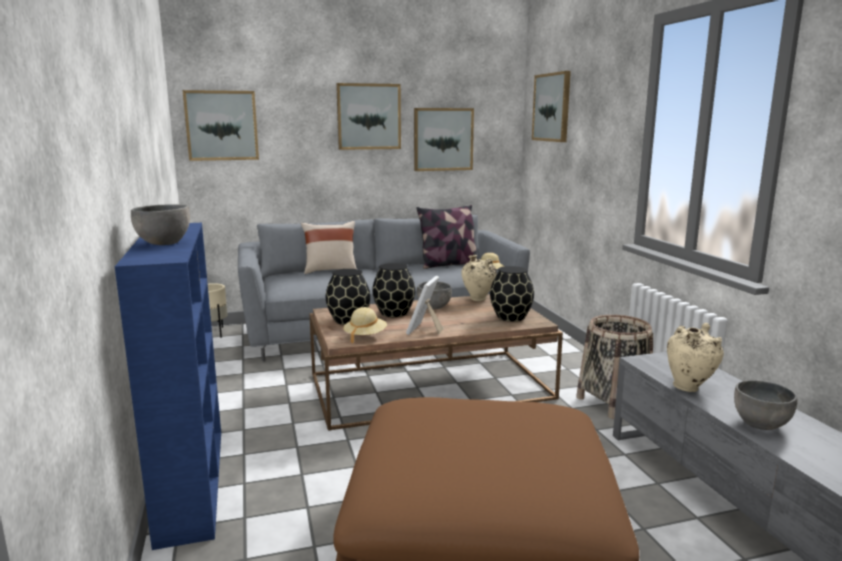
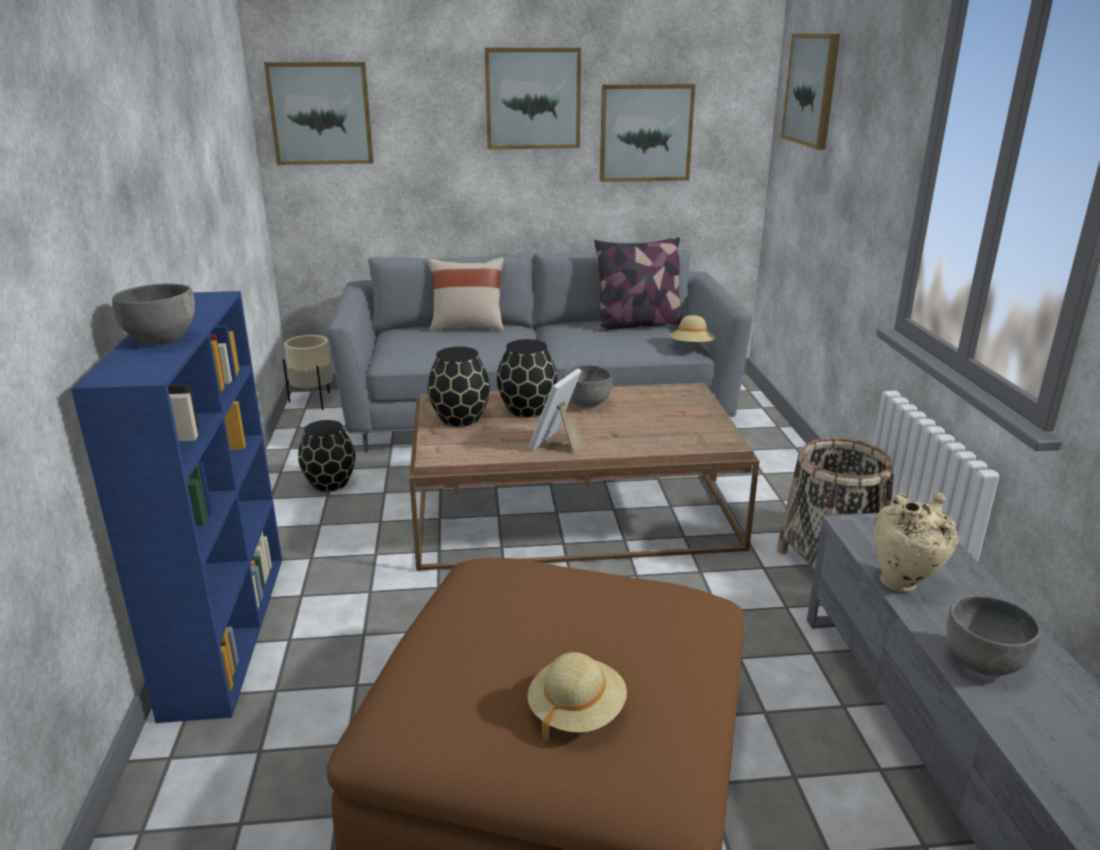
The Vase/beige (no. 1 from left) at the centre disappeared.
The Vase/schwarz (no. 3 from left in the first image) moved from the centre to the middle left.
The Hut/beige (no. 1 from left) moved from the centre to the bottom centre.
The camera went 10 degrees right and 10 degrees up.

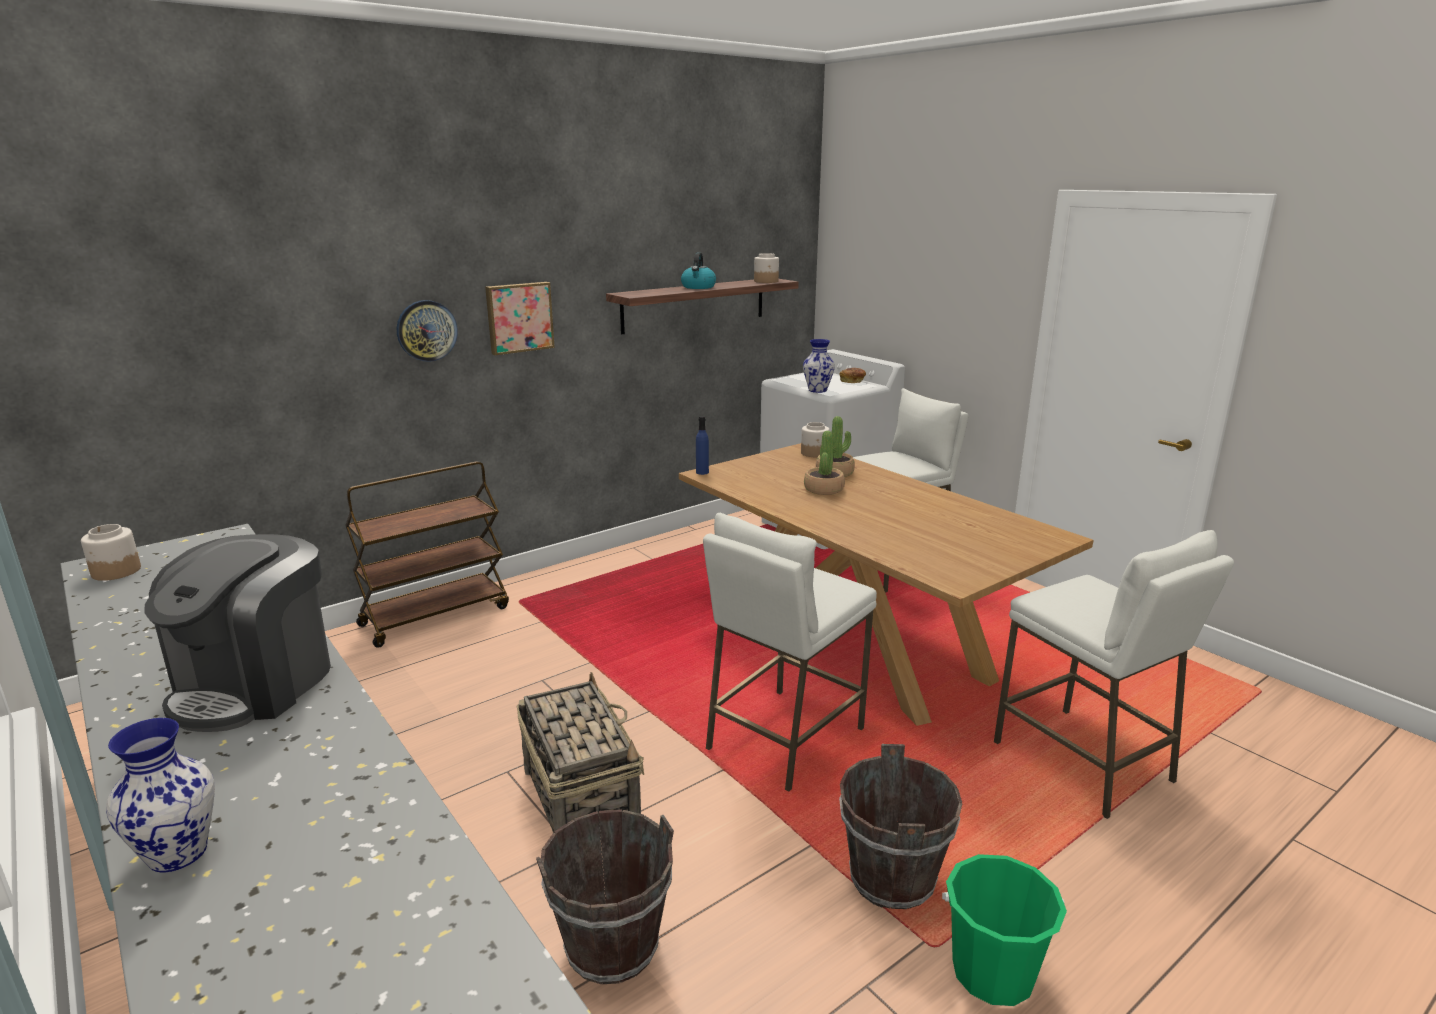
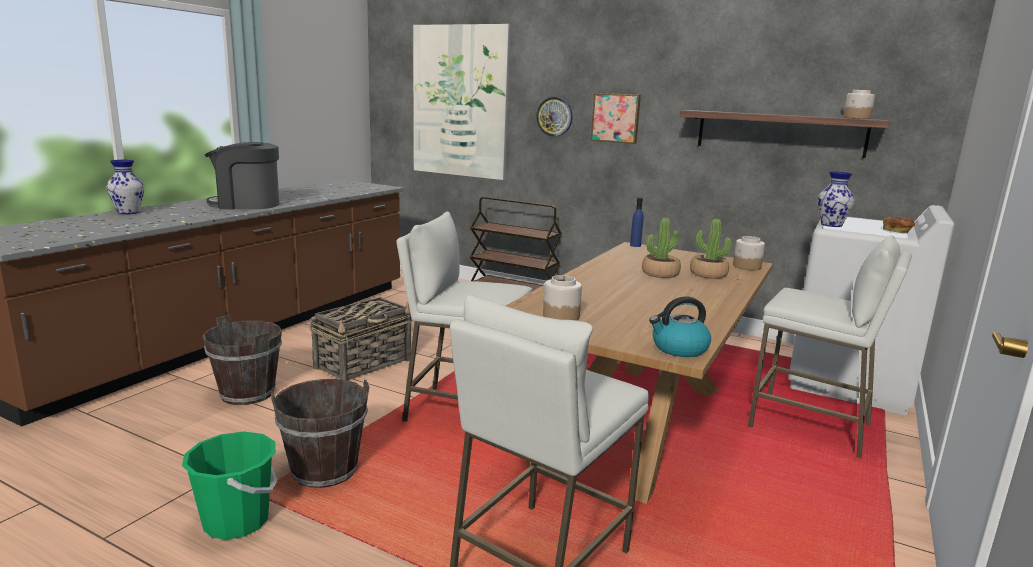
The Wasserkessel moved from the top centre to the centre.
The Vorratsglas (no. 1 from left) moved from the middle left to the centre.
The Bild (no. 1 from left) at the top centre appeared.
The camera went 65 degrees right and 5 degrees down.

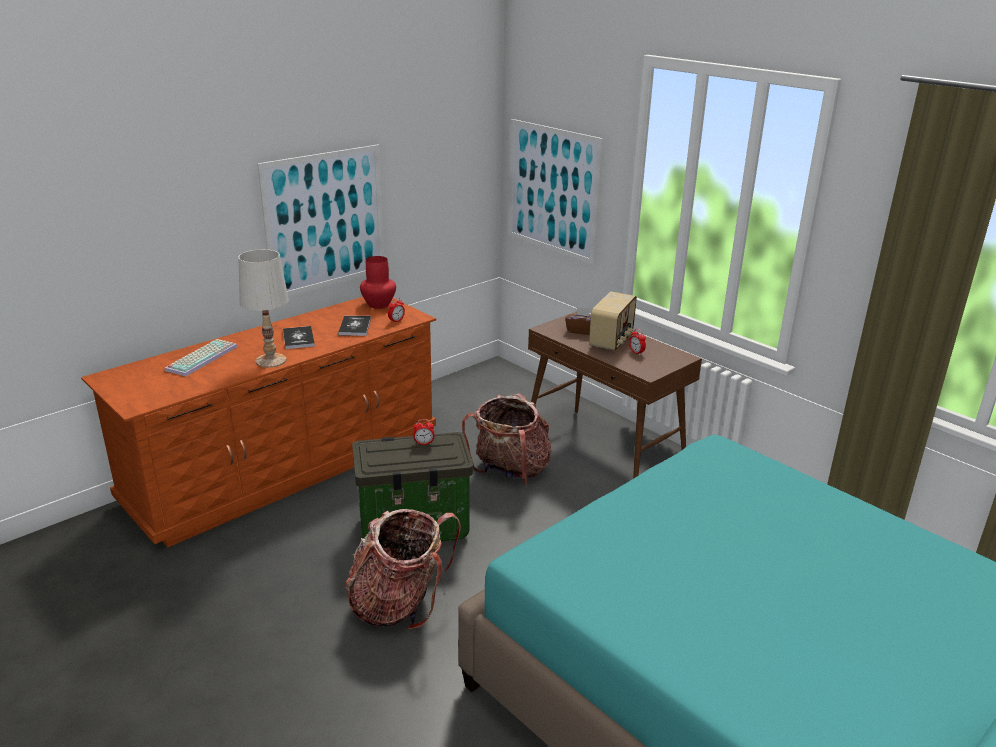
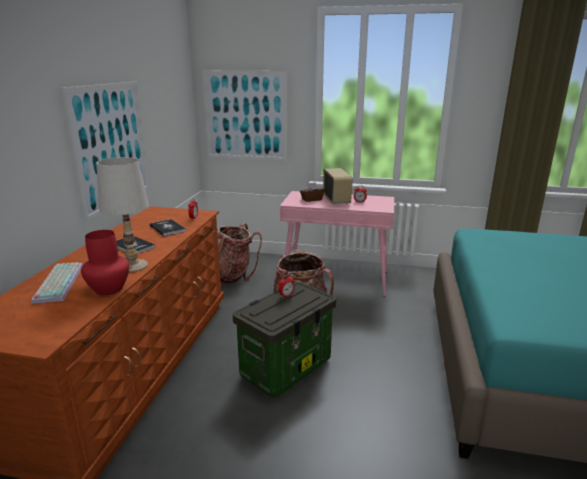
The Vase/rot moved from the centre to the middle left.
The Konsolentisch/braun at the centre became the Konsolentisch/rosa at the centre.
The Rucksack (no. 1 from left) moved from the bottom centre to the centre.
The camera went 35 degrees left and 5 degrees down.

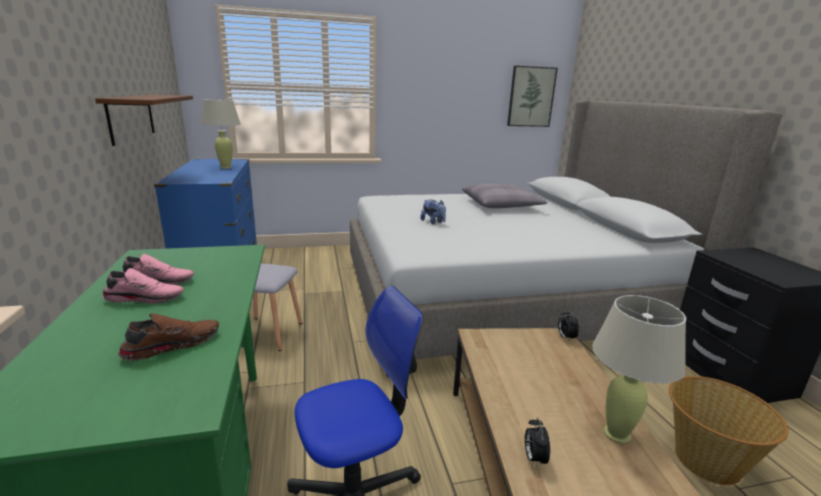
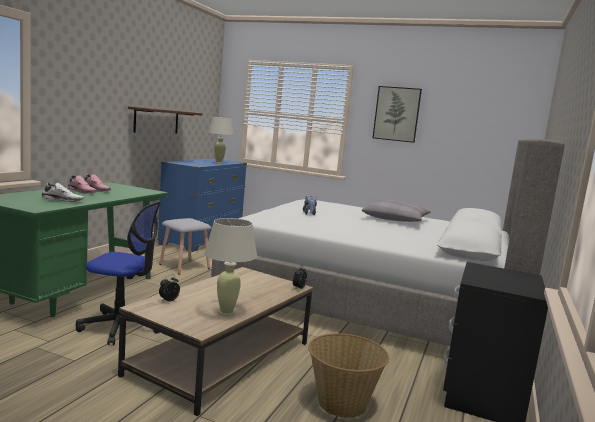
The Bild moved from the top centre to the top right.
The Schuh/braun at the bottom left became the Schuh/weiß at the middle left.
The camera went 35 degrees right and 10 degrees down.

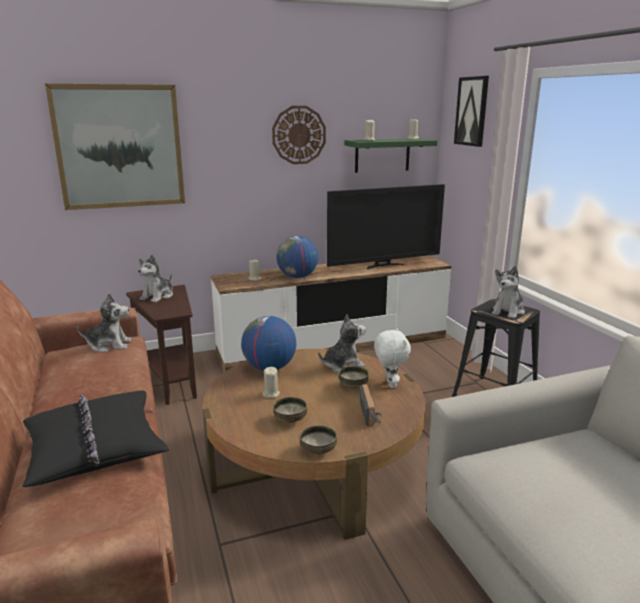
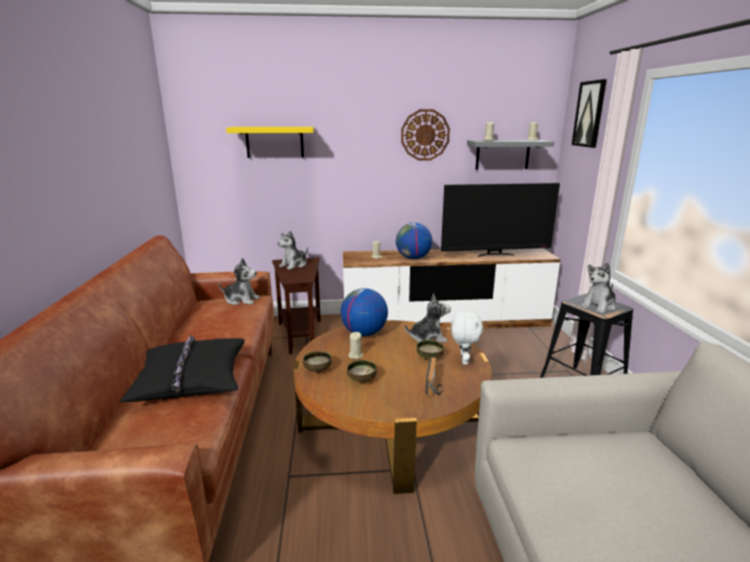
The Bild (no. 1 from left) at the top left was replaced by the Wandregal/gelb at the top centre.
The Wandregal/grün at the top centre became the Wandregal/grau at the top right.
The Schüssel (no. 2 from left in the first image) moved from the bottom centre to the centre.
The camera went 15 degrees right and 0 degrees up.

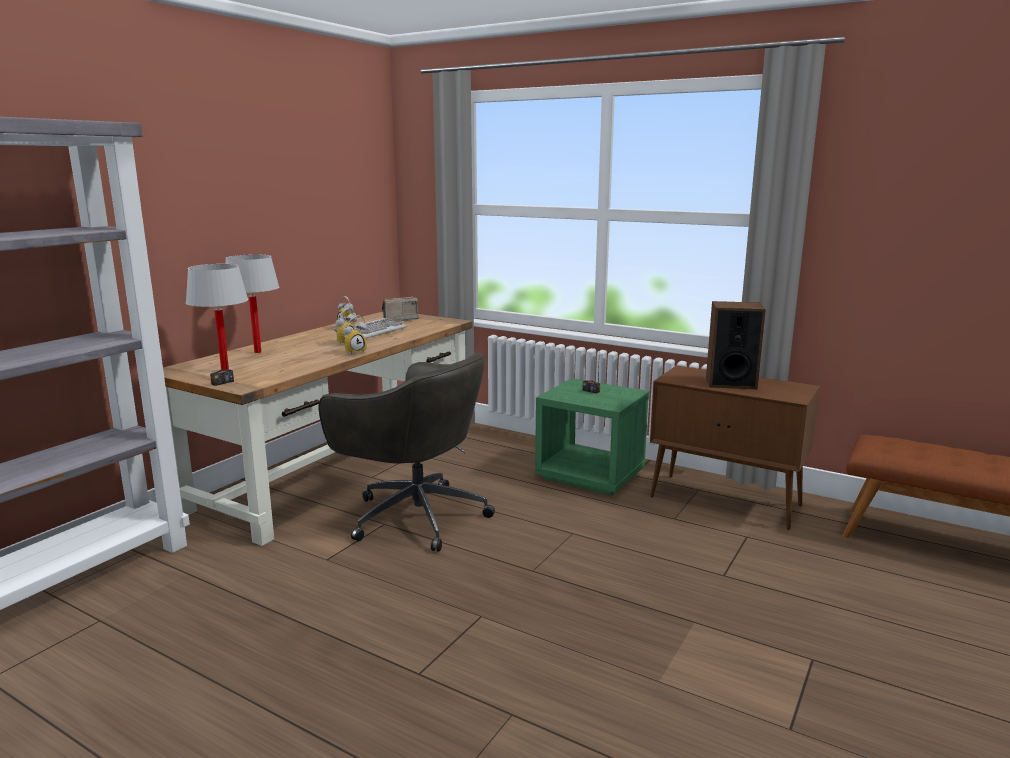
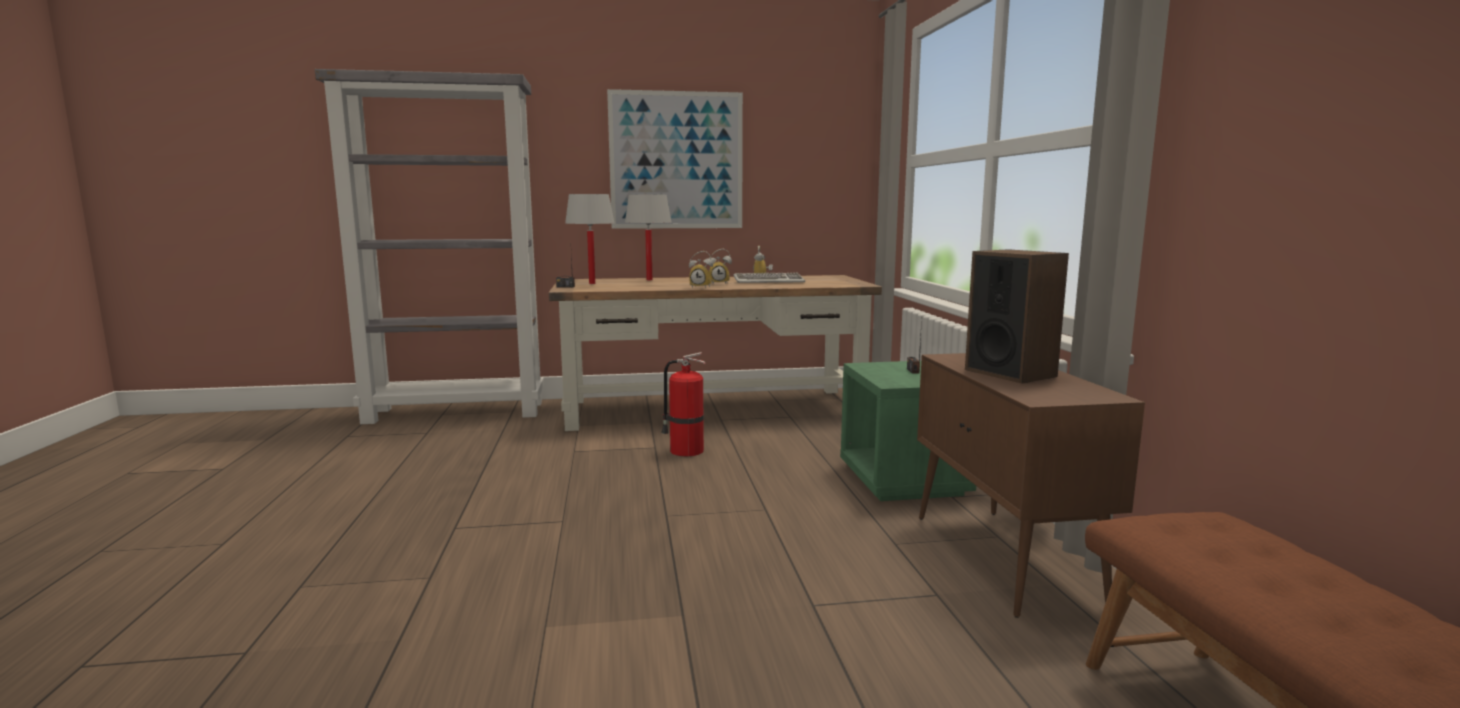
The Radio (no. 2 from left) at the centre disappeared.
The Bürostuhl/grau at the centre was replaced by the Feuerlöscher at the centre.
The Bild at the top centre appeared.
The camera went 50 degrees right and 5 degrees down.

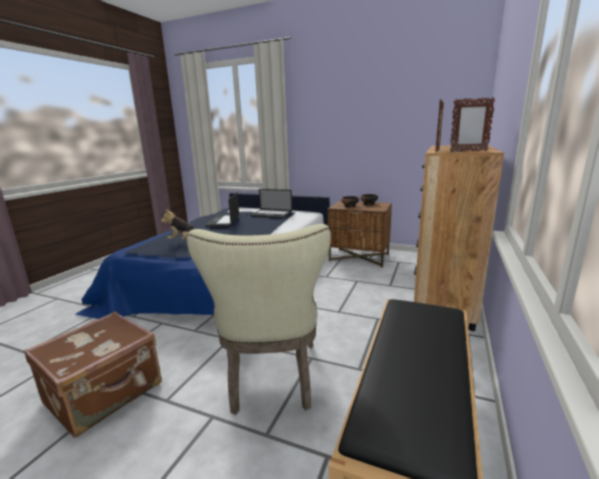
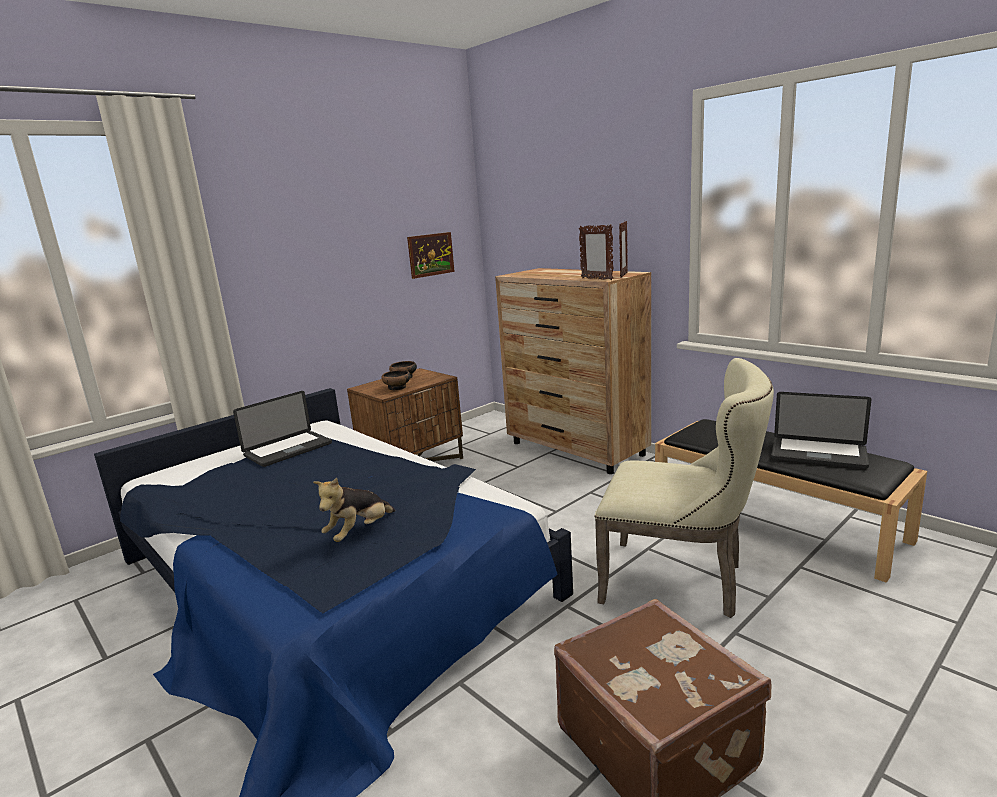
The Laptop (no. 1 from left in the first image) moved from the centre to the middle right.
The Bild at the top centre appeared.
The camera went 65 degrees left and 0 degrees up.

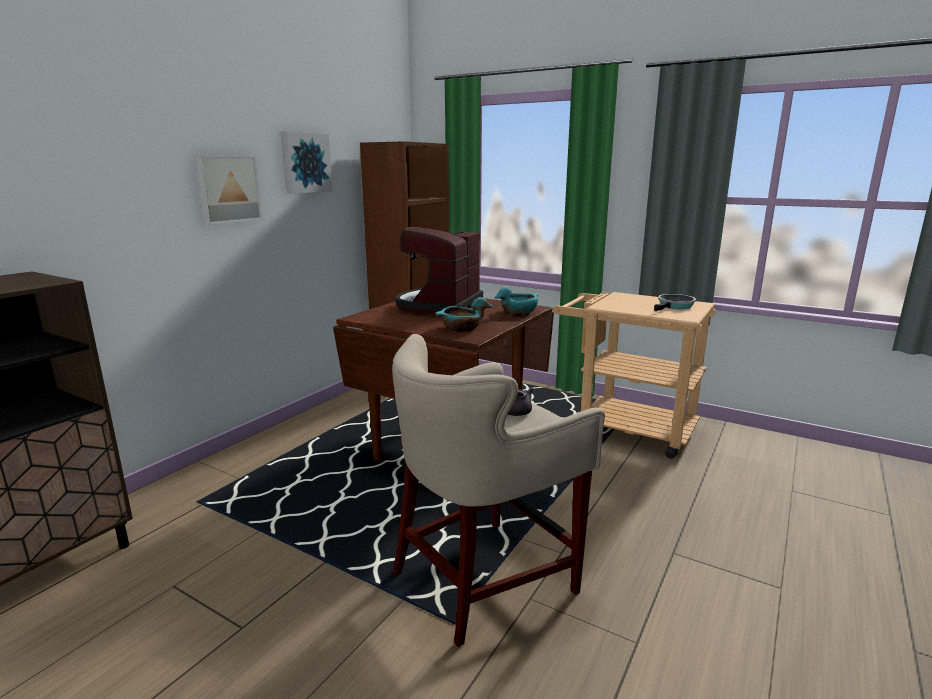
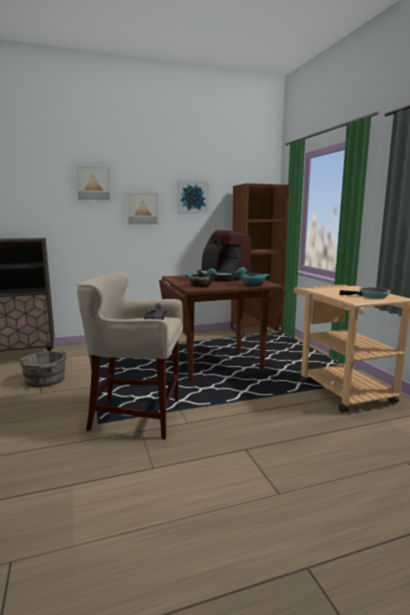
The Kaffeemaschine at the centre turned 105 degrees counterclockwise.
The Bild (no. 1 from left) at the top left appeared.
The Eimer/grau at the middle left appeared.
The camera went 40 degrees right and 5 degrees down.

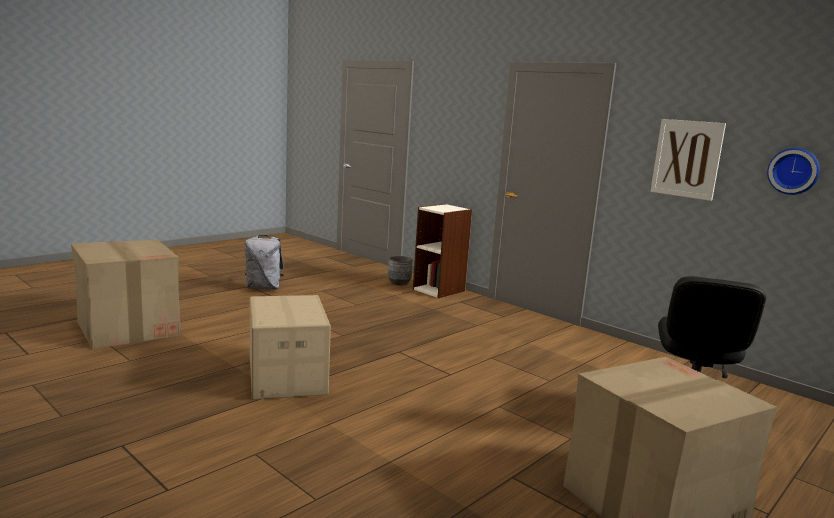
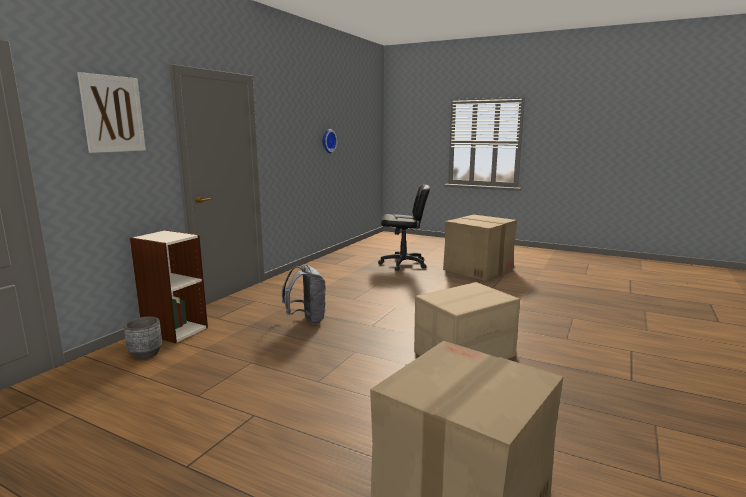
The Bild moved from the top right to the top left.
The Rucksack/grau moved from the middle left to the centre.
The camera went 105 degrees left and 0 degrees up.

